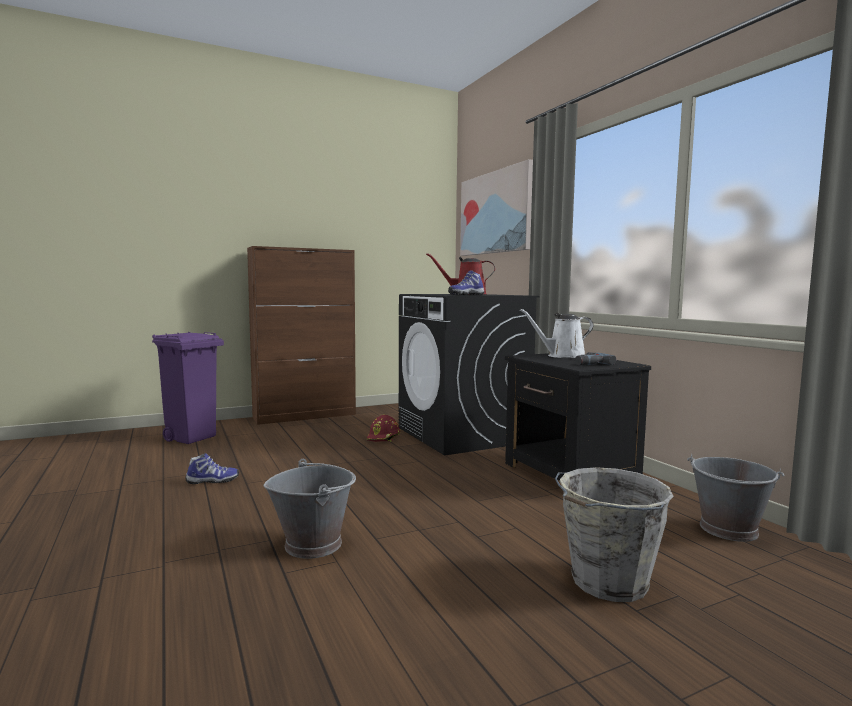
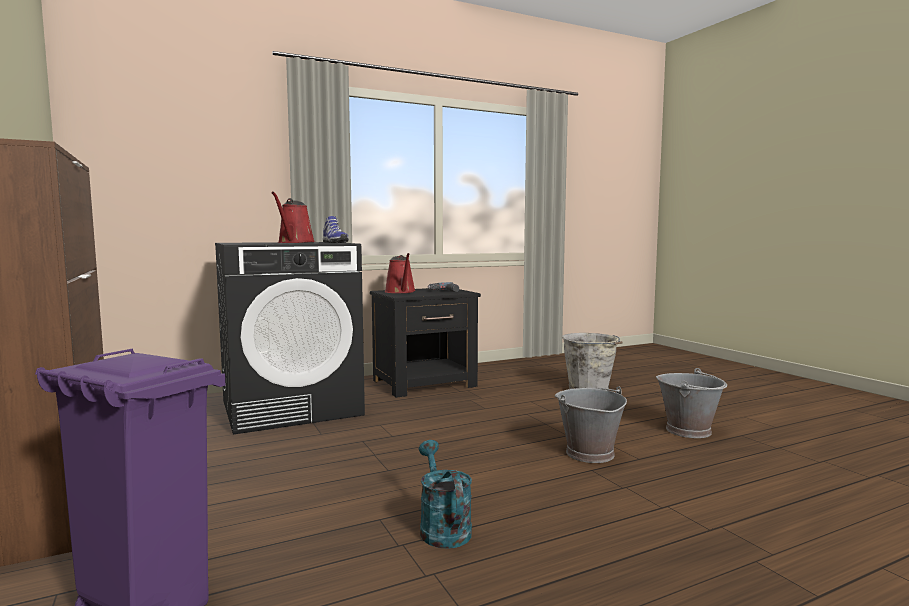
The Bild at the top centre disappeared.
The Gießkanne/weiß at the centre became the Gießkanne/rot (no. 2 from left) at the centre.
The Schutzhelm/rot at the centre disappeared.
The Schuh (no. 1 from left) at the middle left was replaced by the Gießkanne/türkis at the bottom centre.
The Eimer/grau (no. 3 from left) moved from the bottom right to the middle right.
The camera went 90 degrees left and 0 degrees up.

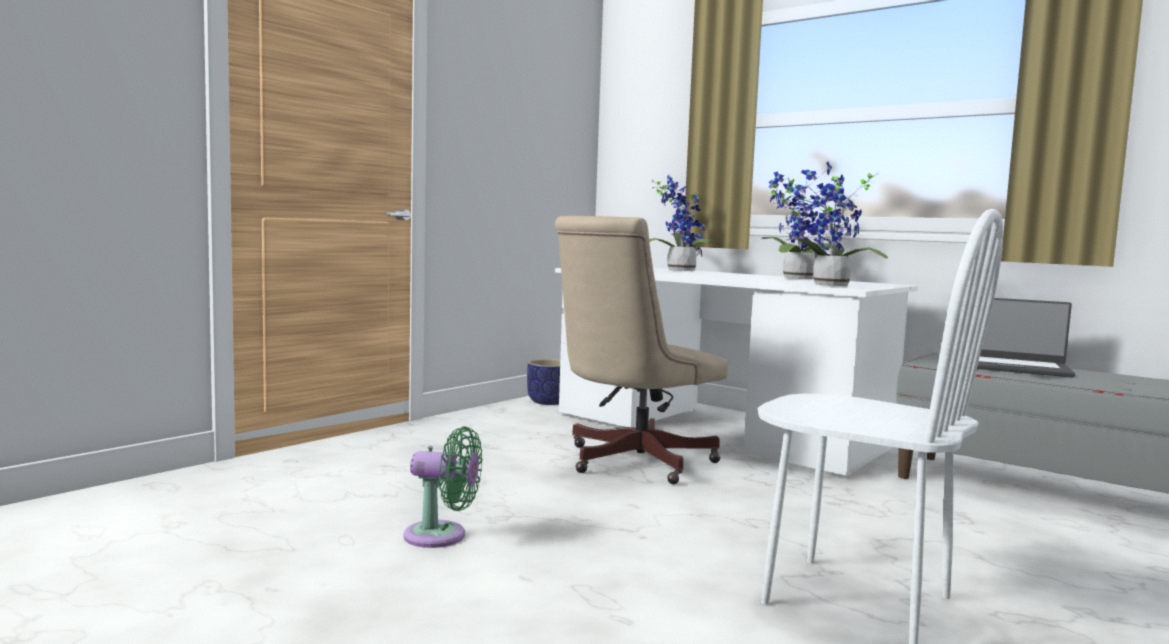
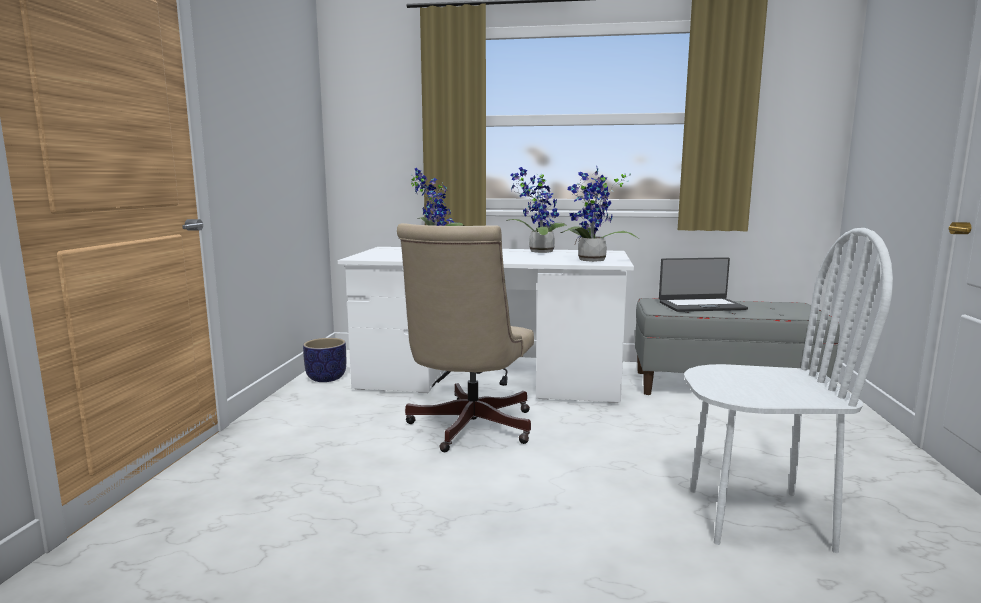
The Ventilator/grün at the bottom centre disappeared.
The camera went 30 degrees left and 5 degrees up.

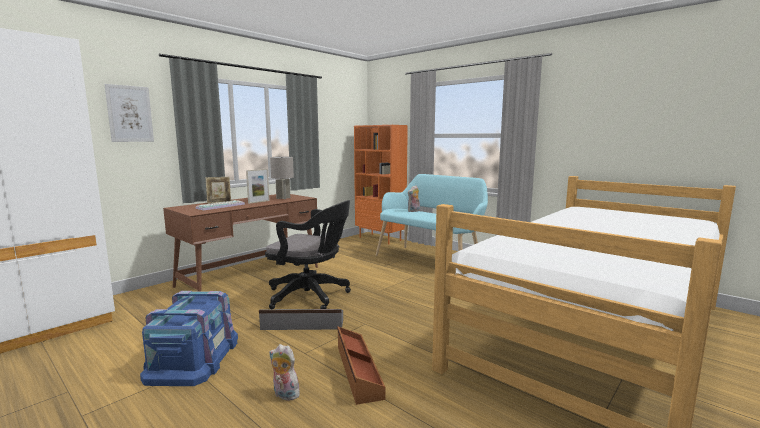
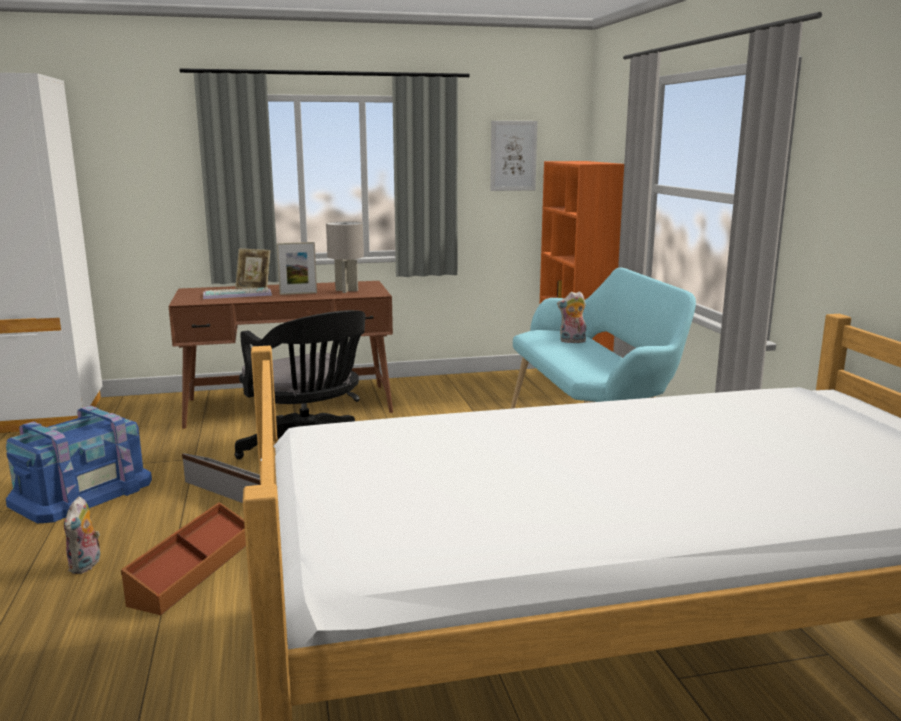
The Bild moved from the top left to the top centre.
The Plüschtier (no. 1 from left) at the bottom centre turned 150 degrees counterclockwise.
The camera went 35 degrees right and 5 degrees up.

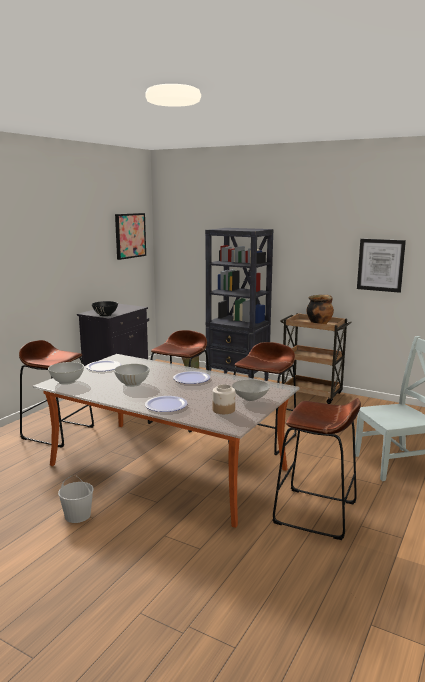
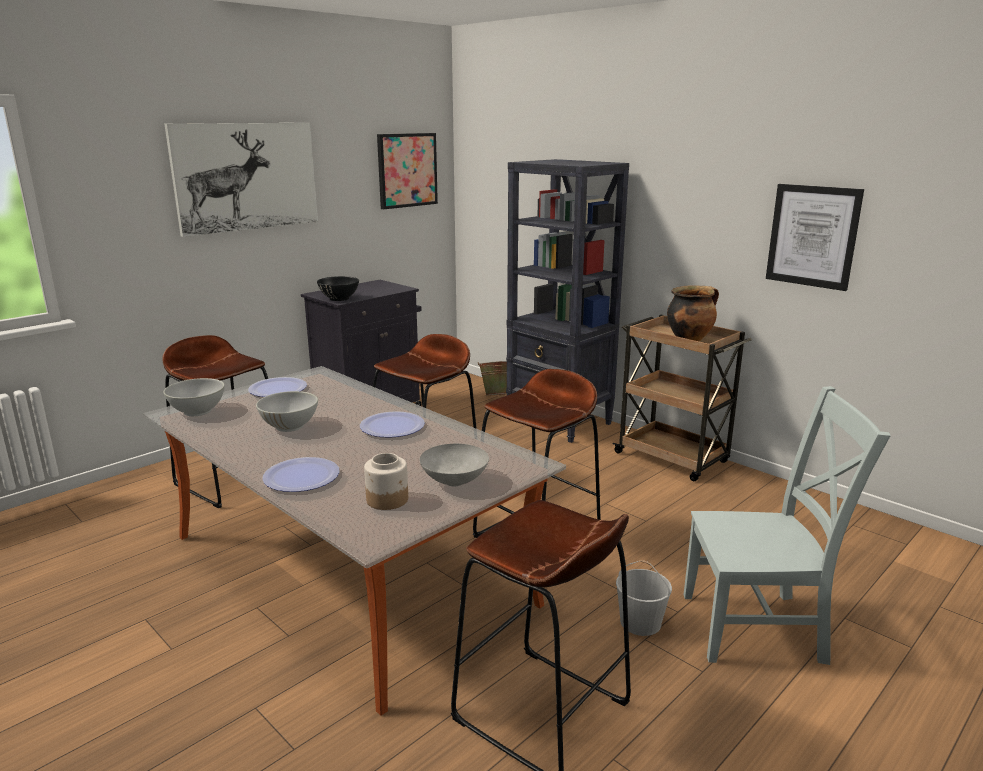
The Eimer/weiß moved from the bottom left to the bottom centre.
The Bild (no. 1 from left) at the top left appeared.
The camera went 15 degrees right and 5 degrees up.

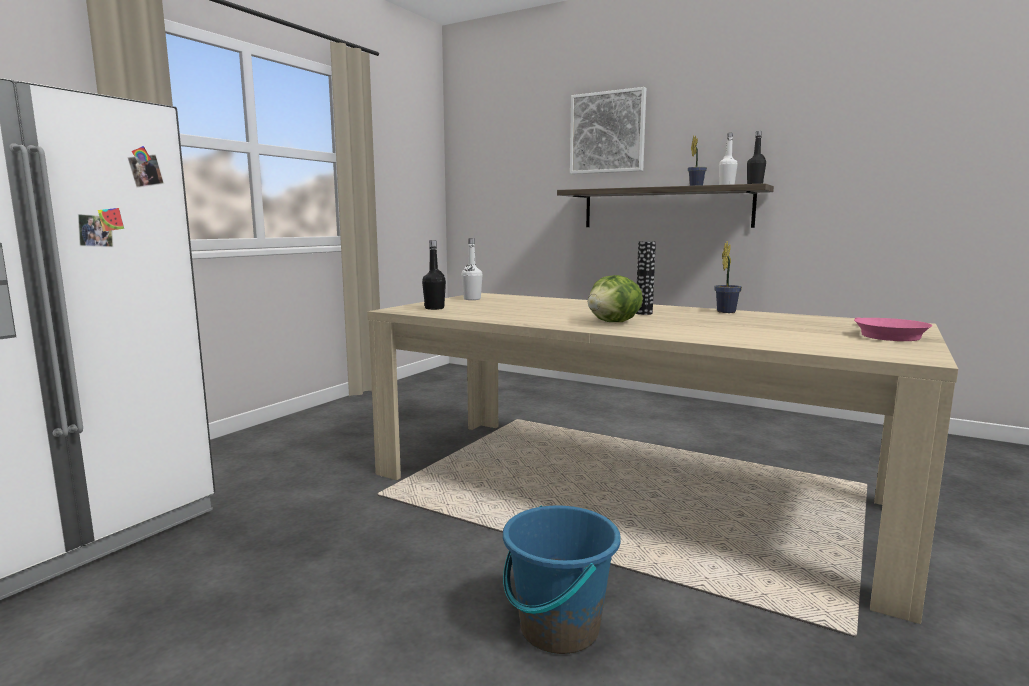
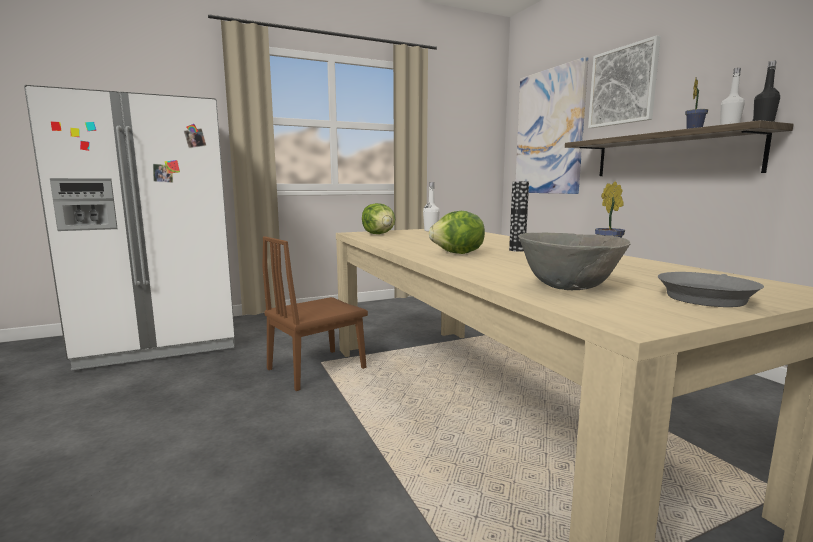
The Flasche/schwarz (no. 1 from left) at the centre was replaced by the Salatkopf (no. 1 from left) at the centre.
The Pfanne/rosa at the middle right became the Pfanne/grau at the middle right.
The Eimer/blau at the bottom centre disappeared.
The Bild (no. 1 from left) at the top right appeared.
The Schüssel/grau at the middle right appeared.
The Stuhl/braun at the centre appeared.
The camera went 35 degrees right and 0 degrees up.

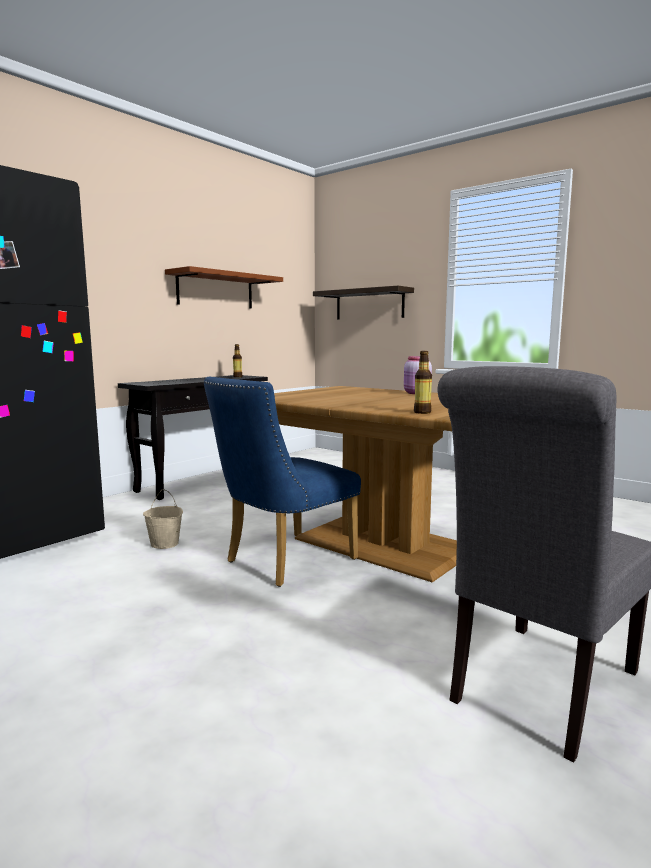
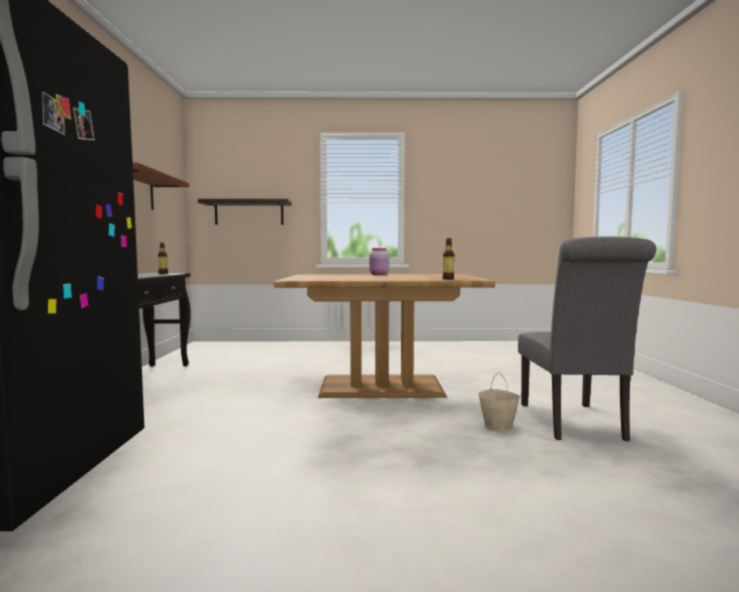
The Stuhl/blau at the centre disappeared.
The Eimer/beige moved from the middle left to the bottom right.
The camera went 40 degrees left and 5 degrees down.

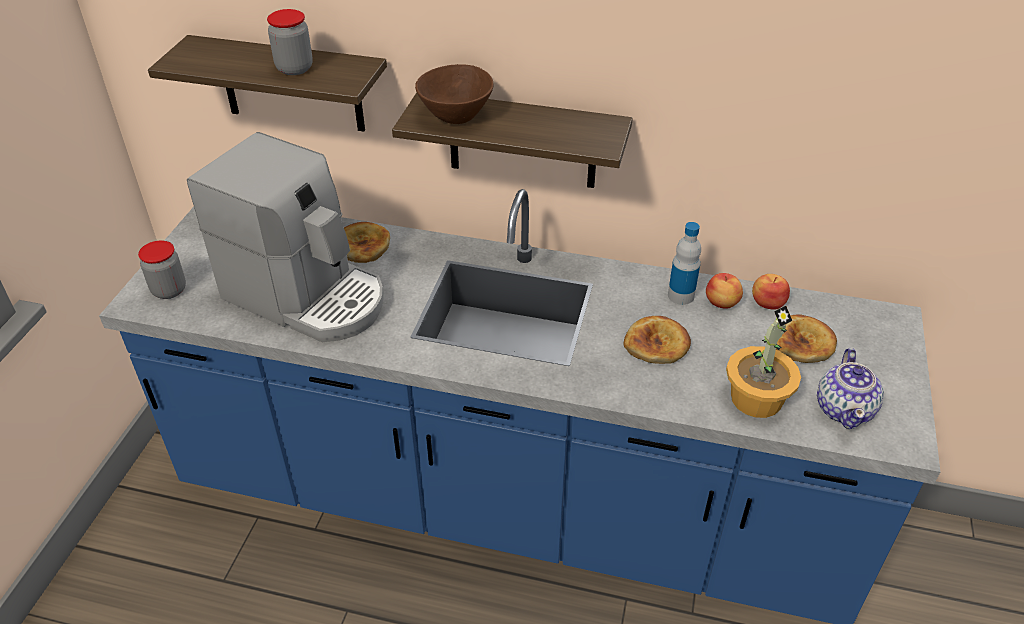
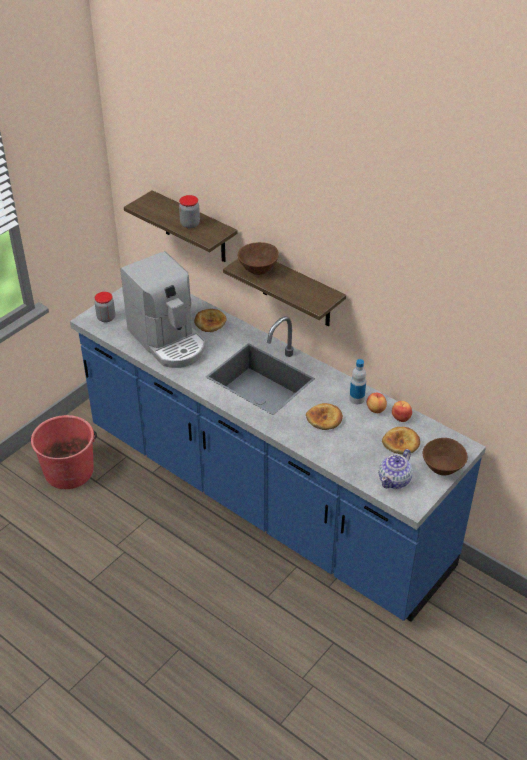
The Topfpflanze at the middle right disappeared.
The Eimer/rot at the middle left appeared.
The Schüssel/braun (no. 2 from left) at the middle right appeared.
The camera went 25 degrees right and 0 degrees up.

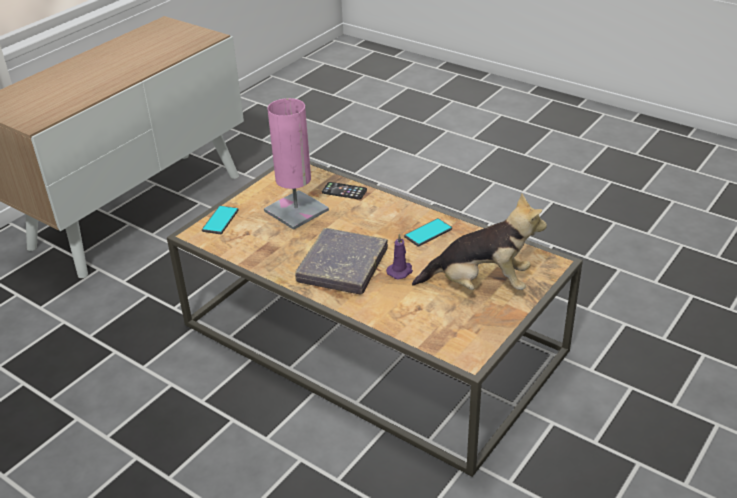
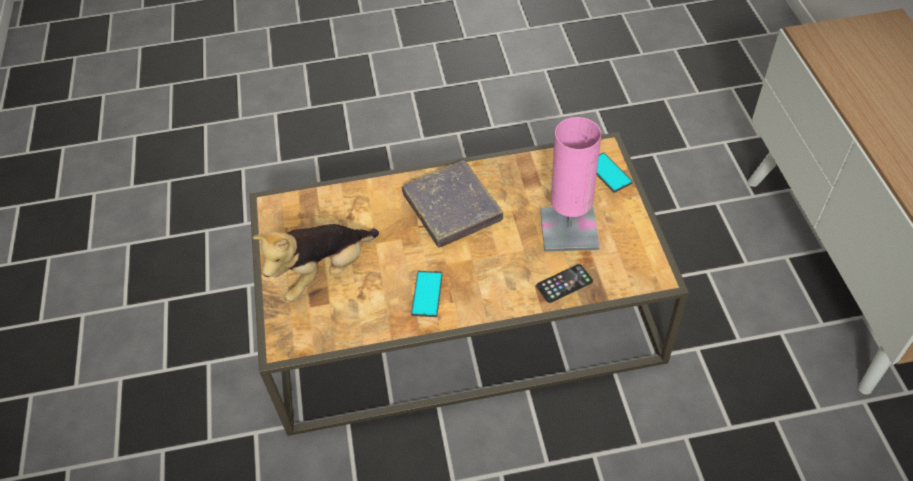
The Kerze/lila at the centre disappeared.
The camera went 135 degrees right and 15 degrees up.

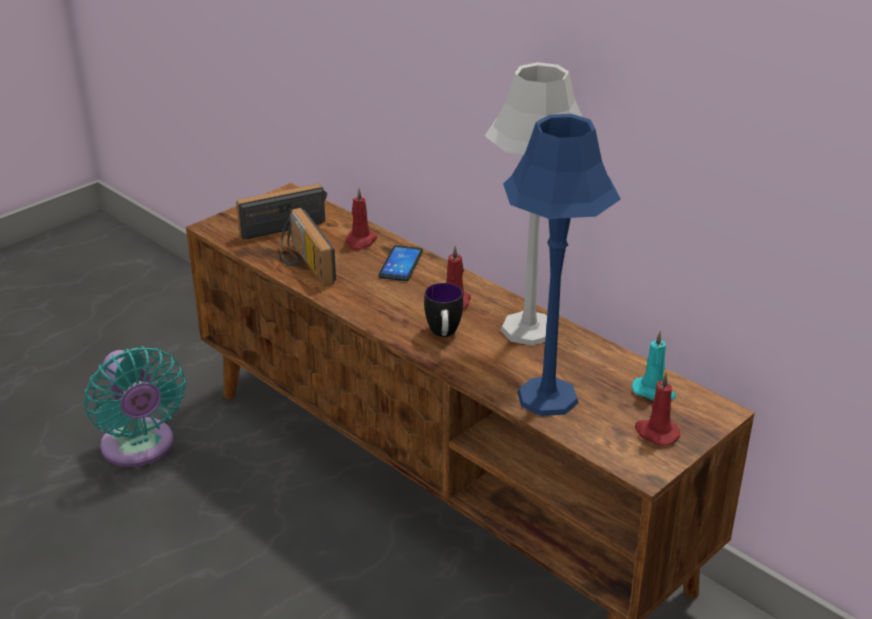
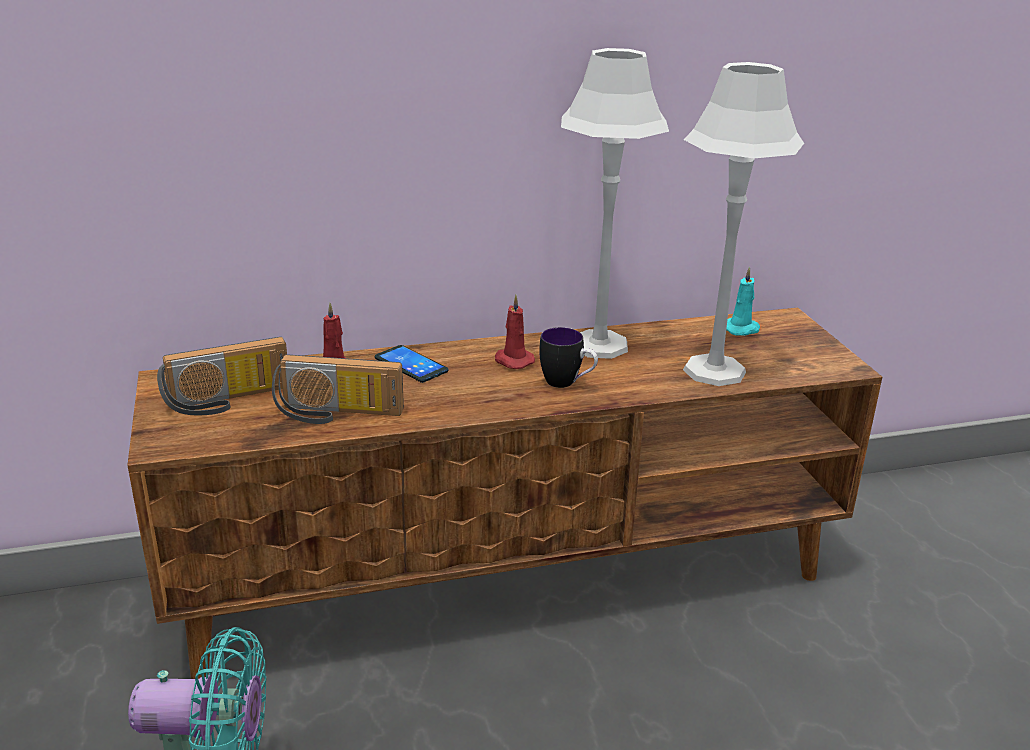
The Tischlampe/blau at the centre became the Tischlampe/grau (no. 2 from left) at the top right.
The Radio (no. 1 from left) at the middle left turned 120 degrees counterclockwise.
The Kerze/rot (no. 3 from left) at the middle right disappeared.
The camera went 60 degrees left and 5 degrees down.

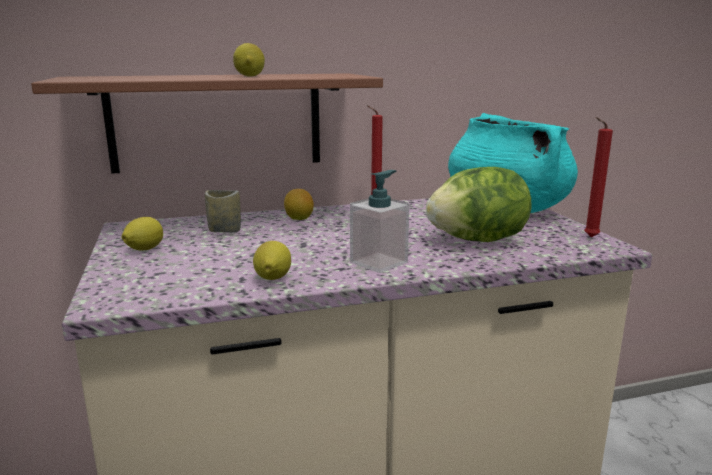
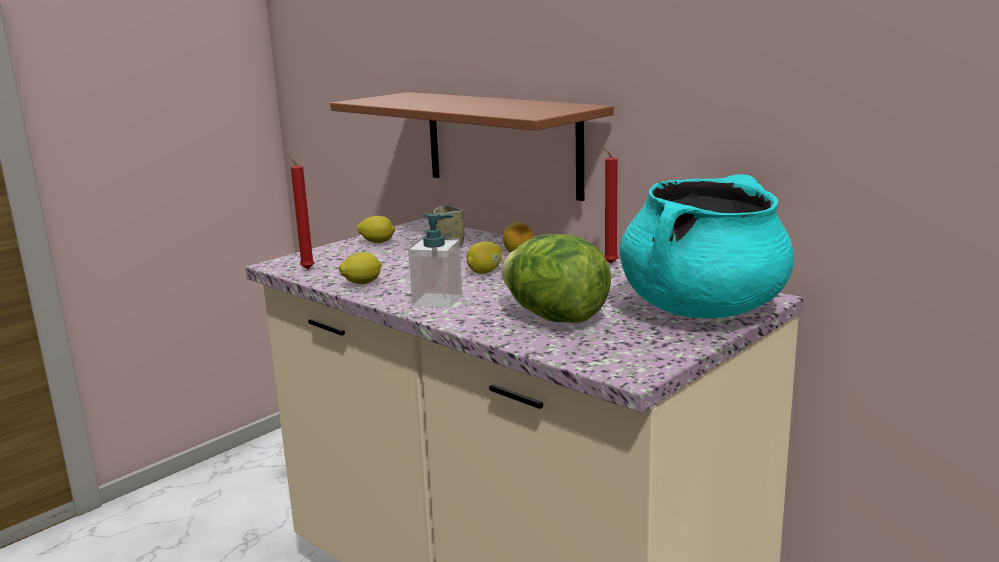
The Zitrone (no. 2 from left in the first image) moved from the top centre to the centre.
The Kerze/rot (no. 2 from left in the first image) moved from the middle right to the middle left.
The camera went 60 degrees right and 0 degrees up.

